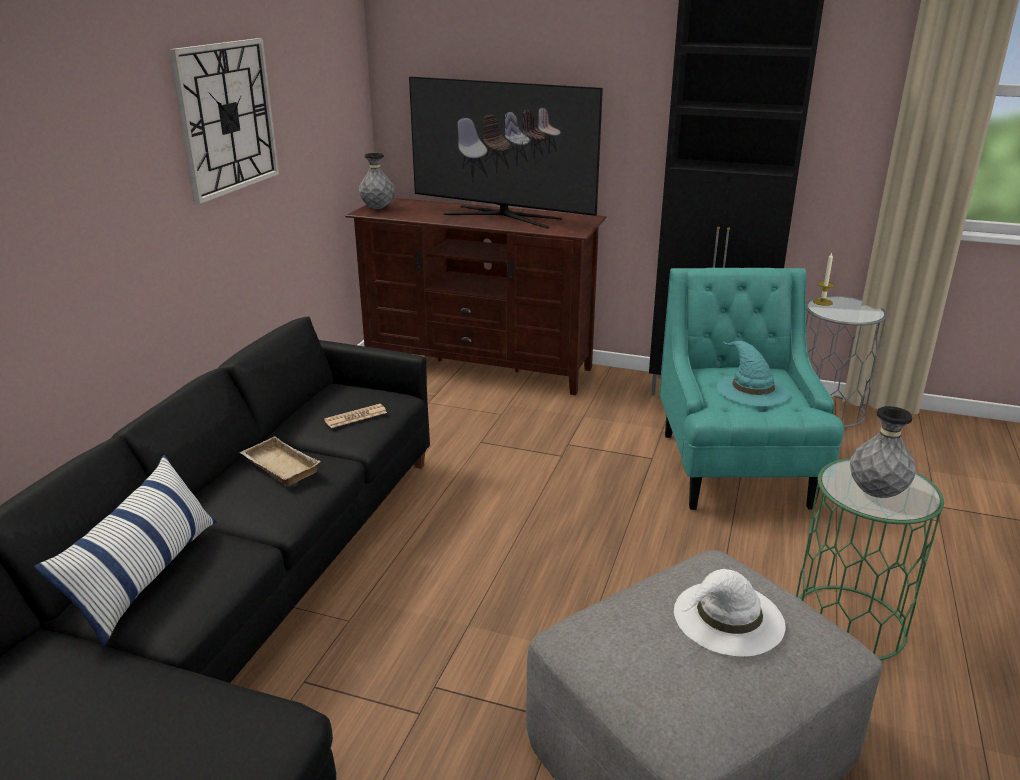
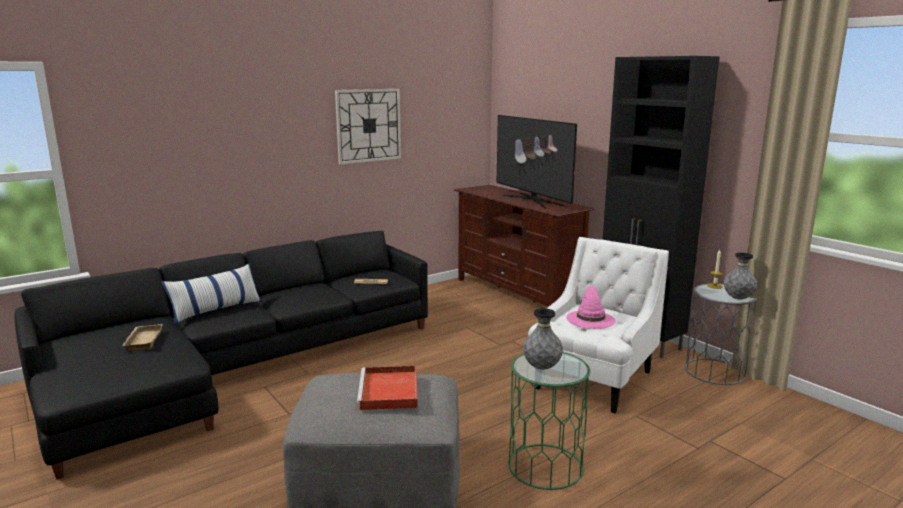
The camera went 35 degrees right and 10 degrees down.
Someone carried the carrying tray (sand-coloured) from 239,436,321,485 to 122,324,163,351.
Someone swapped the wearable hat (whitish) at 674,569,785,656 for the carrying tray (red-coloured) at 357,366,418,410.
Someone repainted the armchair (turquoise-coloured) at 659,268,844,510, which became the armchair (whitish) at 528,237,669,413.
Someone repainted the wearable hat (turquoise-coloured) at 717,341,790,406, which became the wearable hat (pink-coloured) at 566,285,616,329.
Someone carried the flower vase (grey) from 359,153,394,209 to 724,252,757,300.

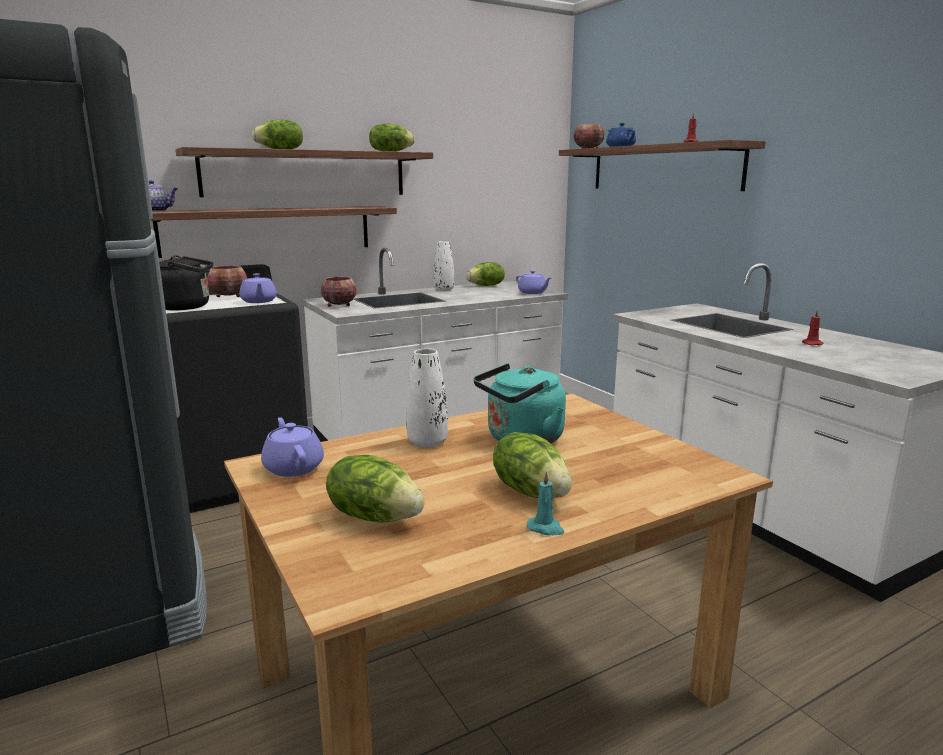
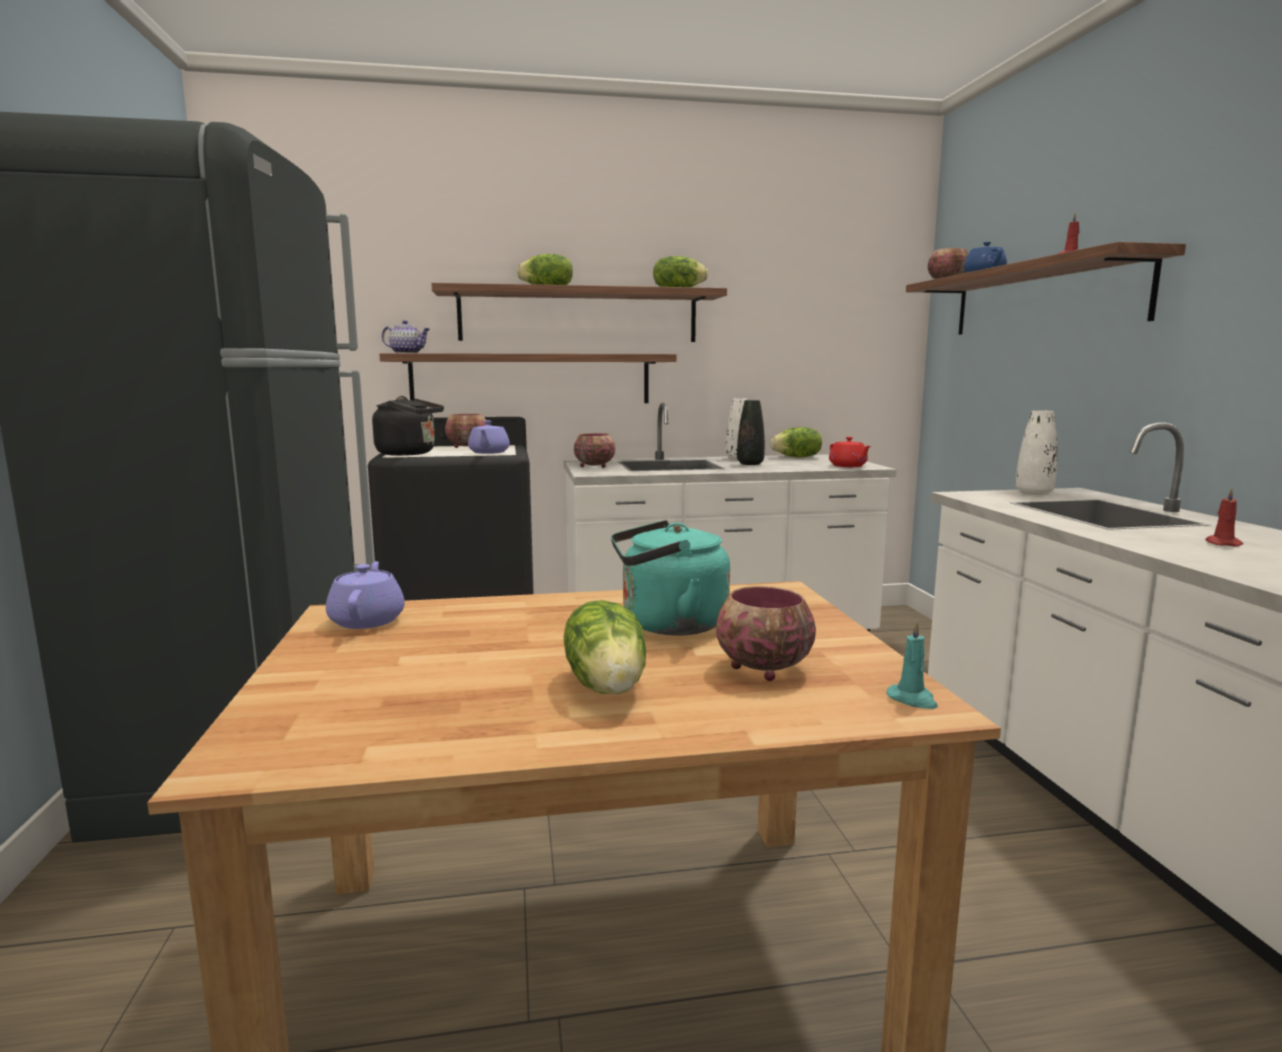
The camera went 20 degrees right and 5 degrees down.
Someone put down the serving bowl at 716,586,816,681.
Someone put down the flower vase (black-coloured) at 737,400,765,465.
Someone repainted the teapot (purple-coloured) at 516,270,551,294, which became the teapot (red-coloured) at 829,437,871,467.
Someone carried the candle (turquoise-coloured) from 527,471,564,535 to 887,620,938,709.
Someone carried the flower vase (whitish) from 406,349,448,448 to 1016,410,1057,495.
Someone took away the lettuce at 326,455,425,522.

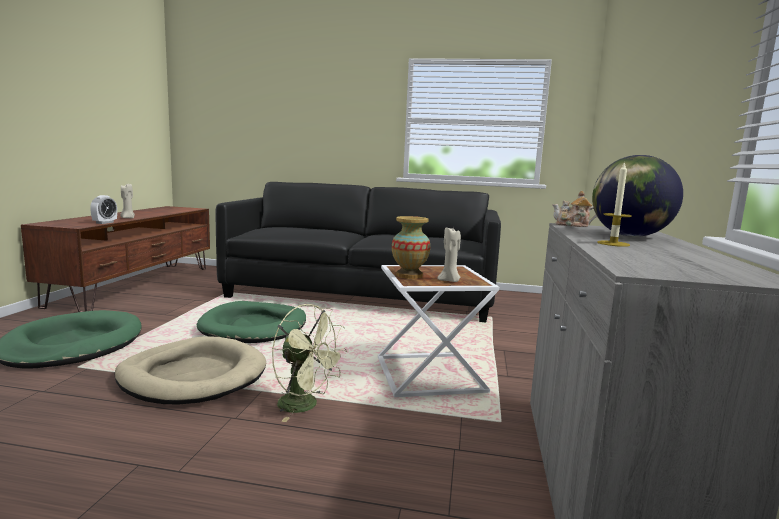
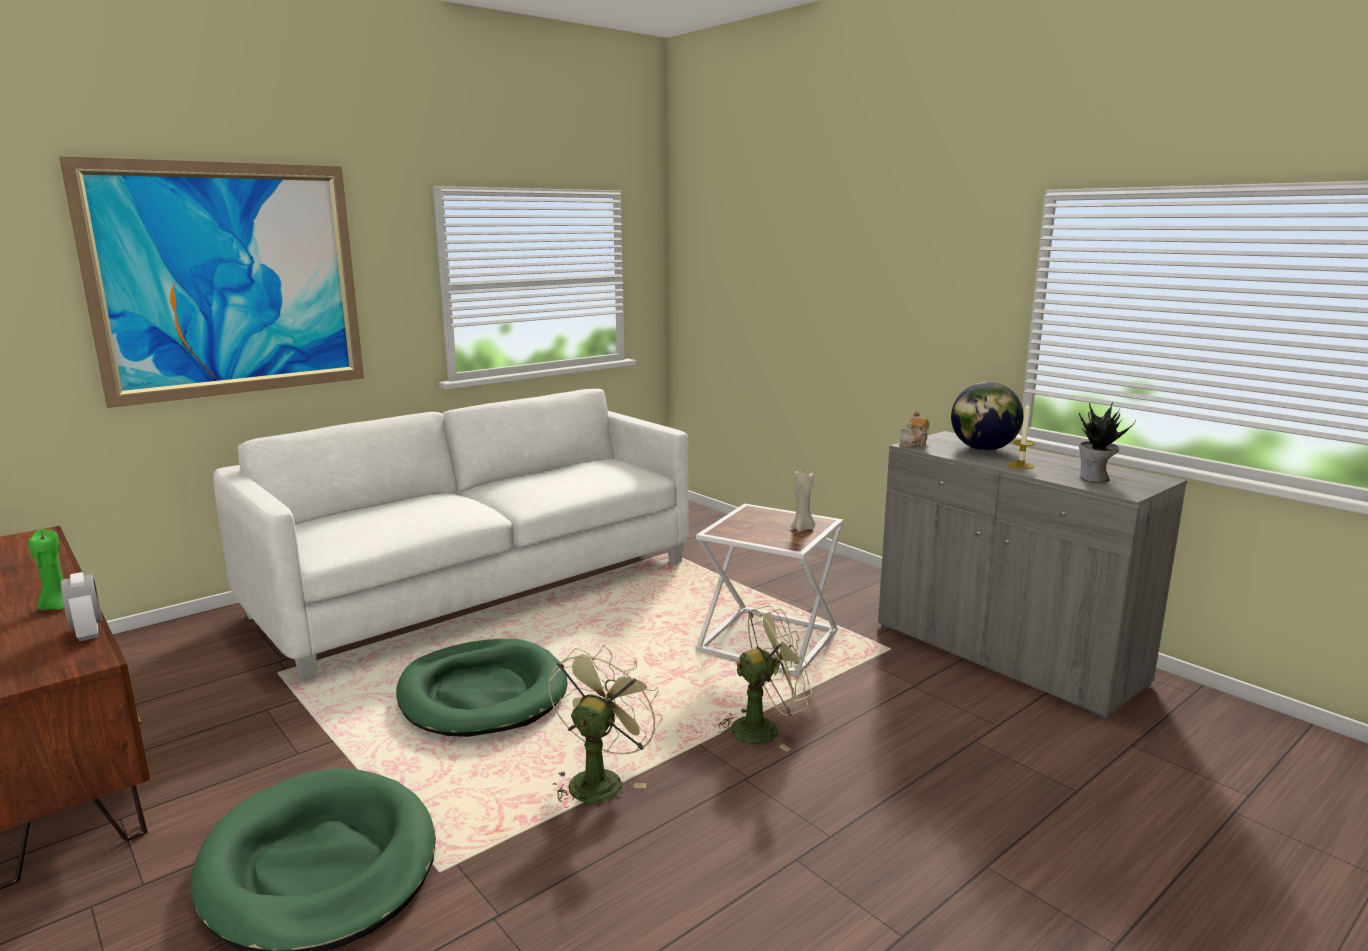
The camera went 50 degrees left and 5 degrees up.
Someone repainted the candle (sand-coloured) at 120,184,135,219, which became the candle (greenish) at 28,529,64,610.
Someone put up the picture at 59,156,364,408.
Someone repainted the sofa (black-coloured) at 216,182,501,322, which became the sofa (whitish) at 213,389,689,682.
Someone swapped the dog cushion (sand-coloured) at 114,336,266,405 for the fan (greenish) at 549,645,662,808.
Someone put down the potted plant at 1079,402,1136,482.
Someone took away the flower vase at 392,216,430,279.

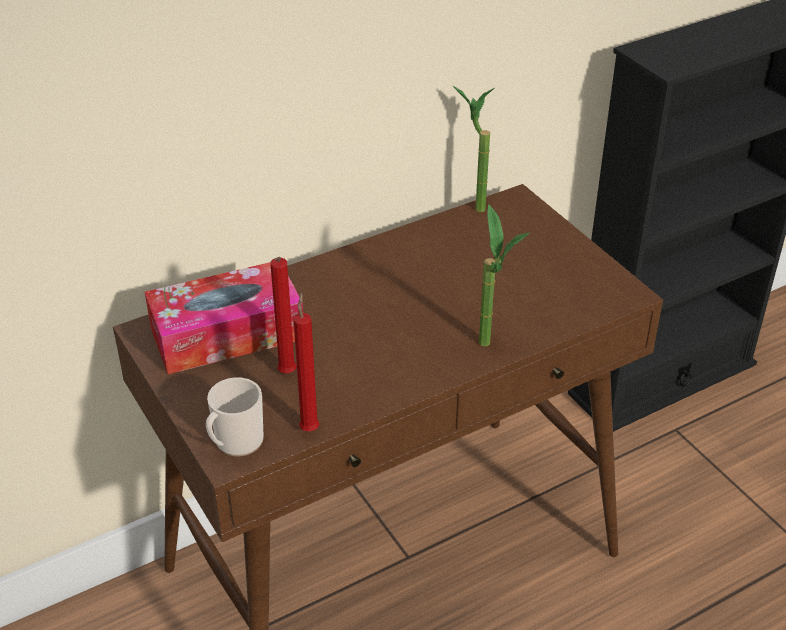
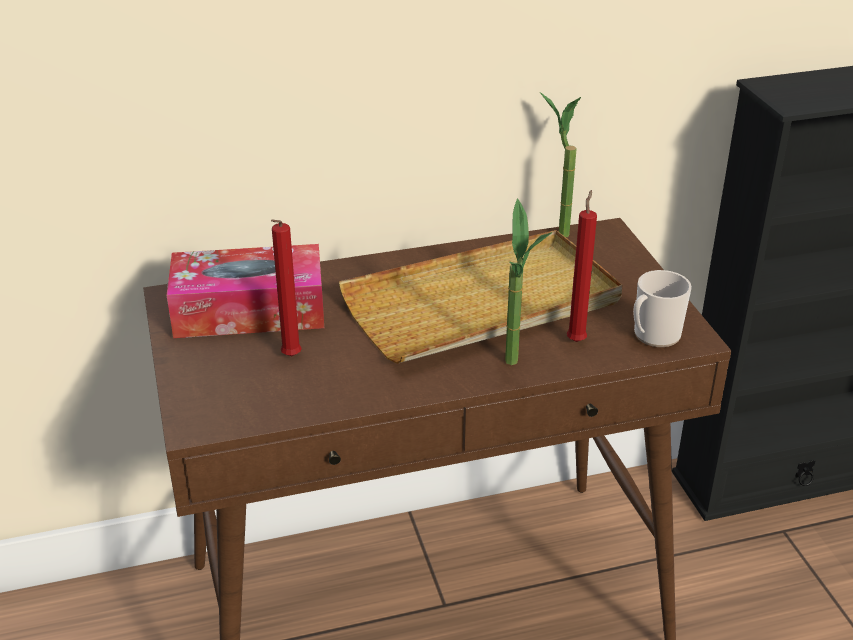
The camera went 15 degrees right and 5 degrees down.
Someone put down the carrying tray (sand-coloured) at 339,230,623,364.
Someone carried the candle (red-coloured) from 293,292,319,431 to 567,190,597,342.
Someone carried the coffee mug from 206,377,264,457 to 633,270,692,347.

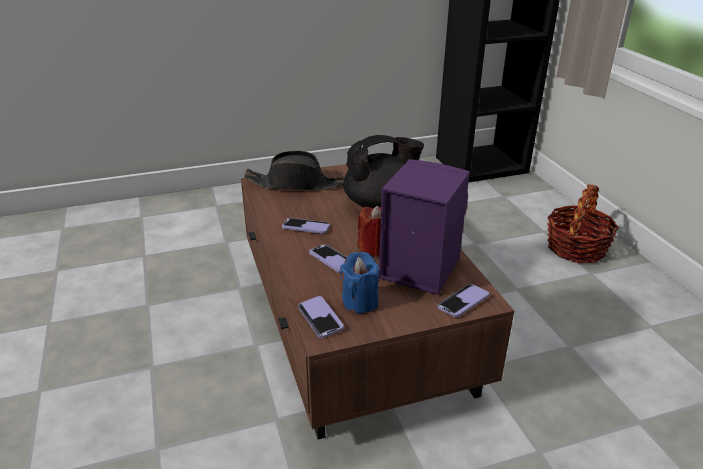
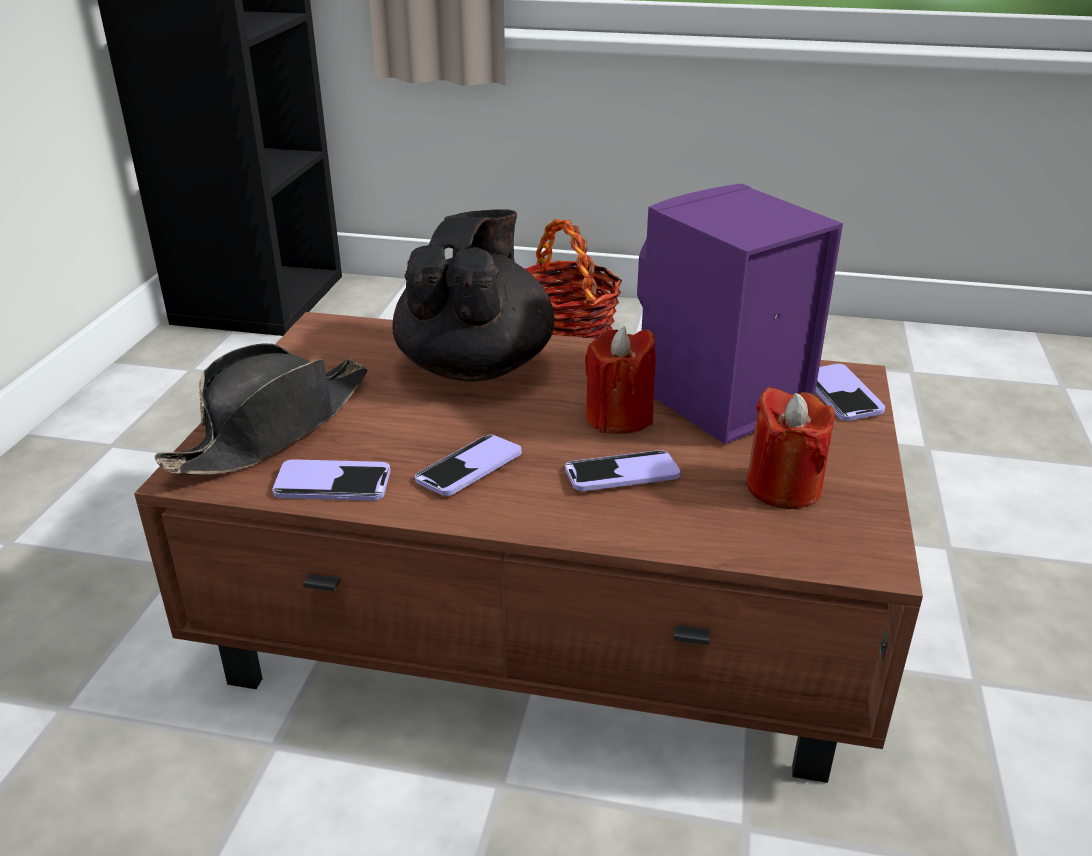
The camera went 60 degrees left and 0 degrees up.
Someone carried the telephone from 298,296,344,338 to 273,459,390,501.
Someone repainted the candle (bluish) at 340,252,379,313, which became the candle (red-coloured) at 746,387,834,509.

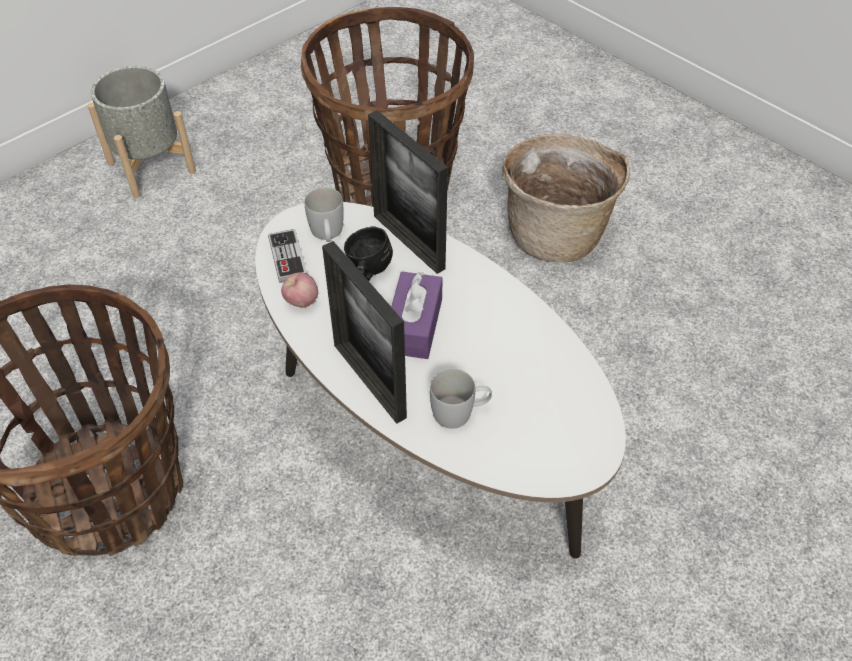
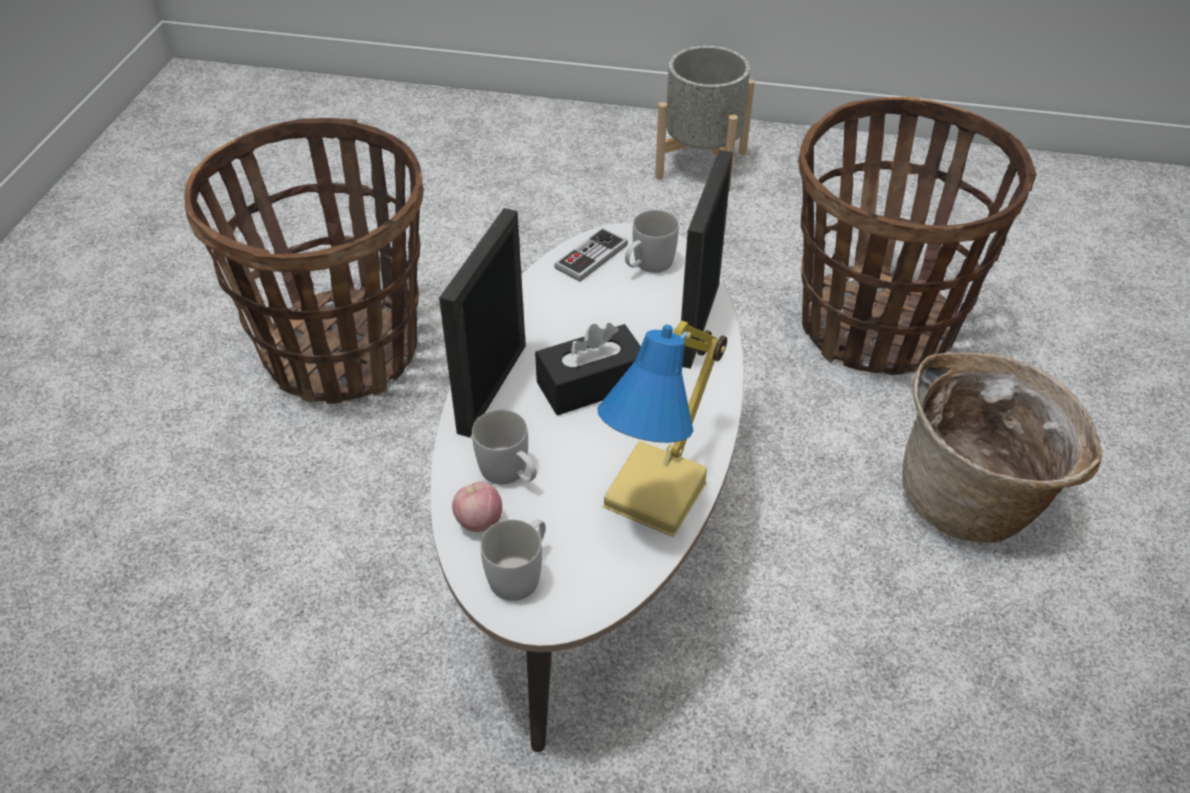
The camera went 55 degrees right and 5 degrees down.
Someone carried the whole apple from 281,273,318,307 to 452,482,502,532.
Someone put down the coffee mug (whitish) at 481,519,545,601.
Someone repainted the tissue holder (purple-coloured) at 391,272,443,359, which became the tissue holder (black-coloured) at 535,323,641,415.
Someone put down the tabletop lamp at 598,321,727,537.
Someone took away the coffee mug (black-coloured) at 344,226,393,281.

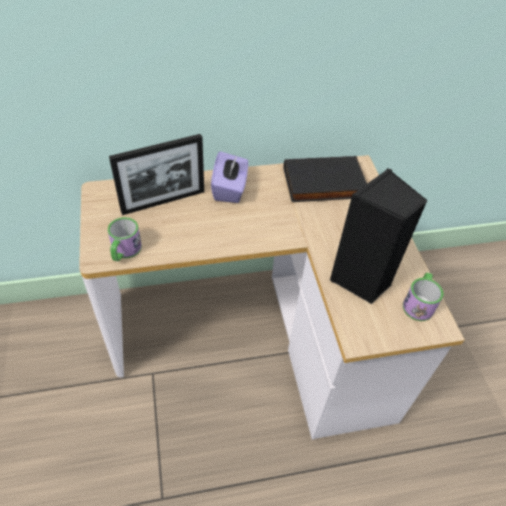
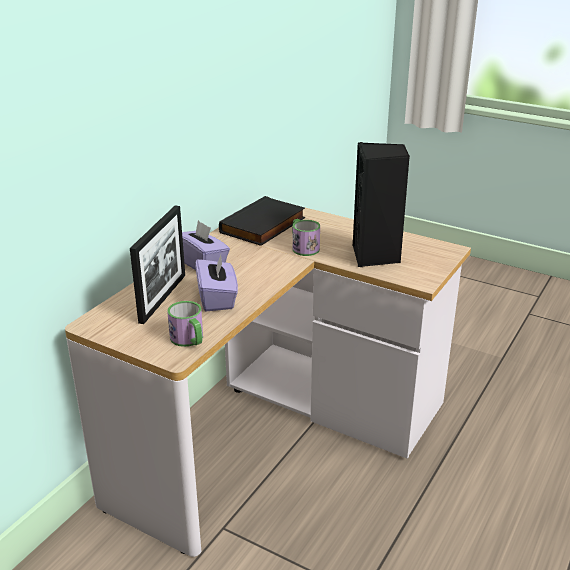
The camera went 45 degrees left and 20 degrees down.
Someone put down the tissue holder (purple-coloured) at 195,255,238,311.
Someone carried the coffee mug from 403,273,443,321 to 292,219,320,256.

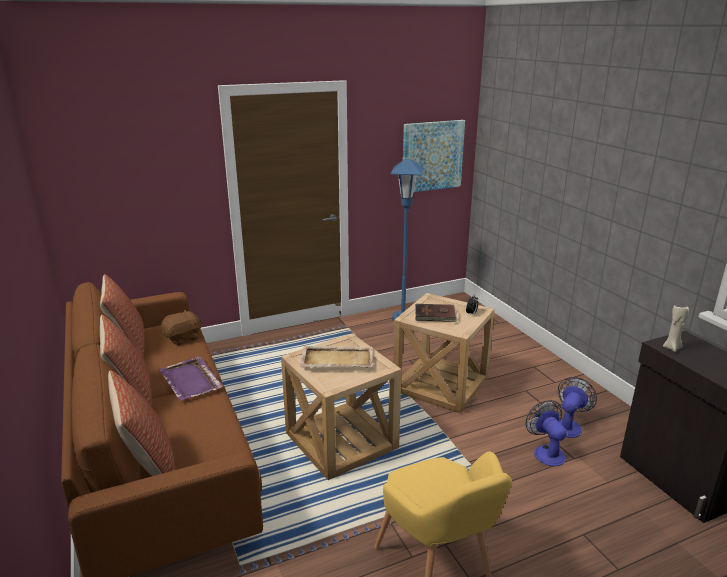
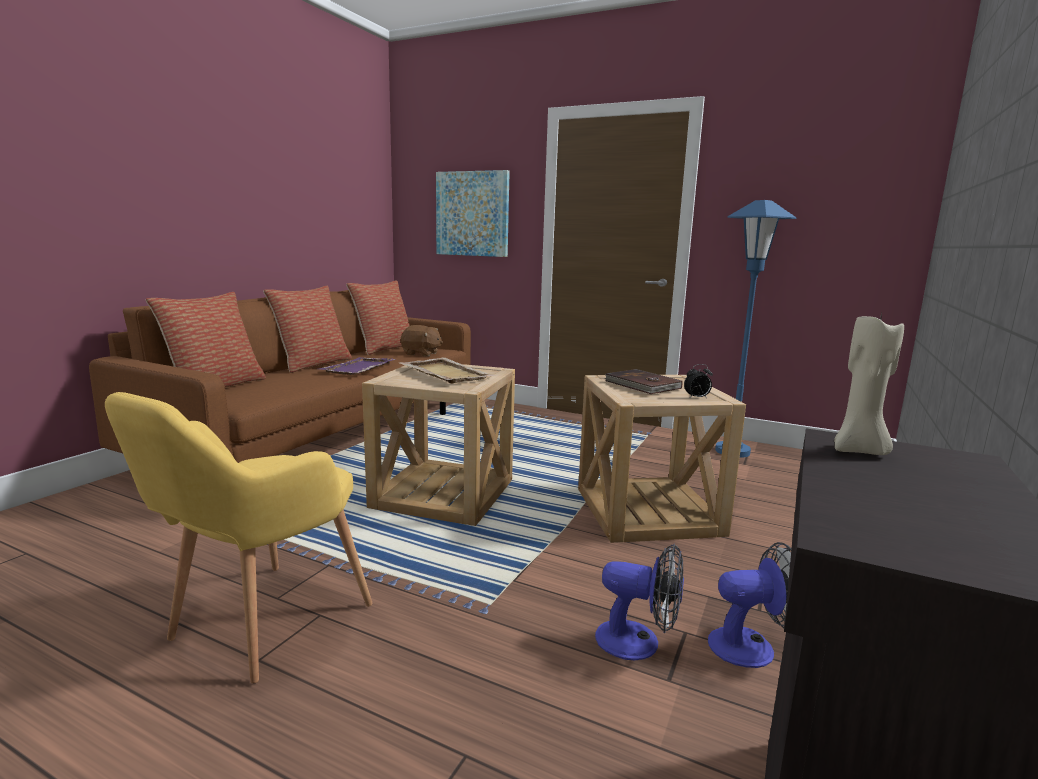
The camera went 50 degrees right and 10 degrees down.
Someone carried the picture from 403,120,465,192 to 436,170,510,257.
Someone rotated the fan at 526,400,567,466 by 75 degrees clockwise.

